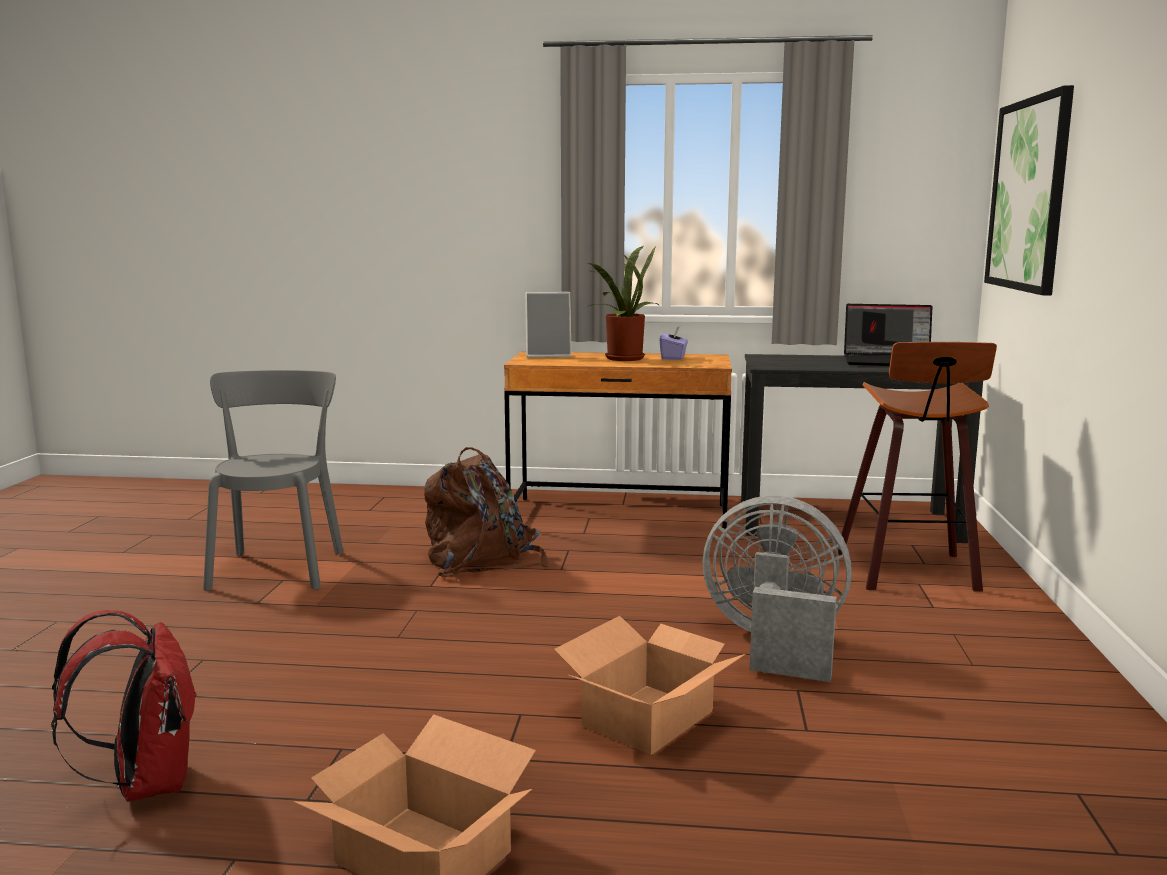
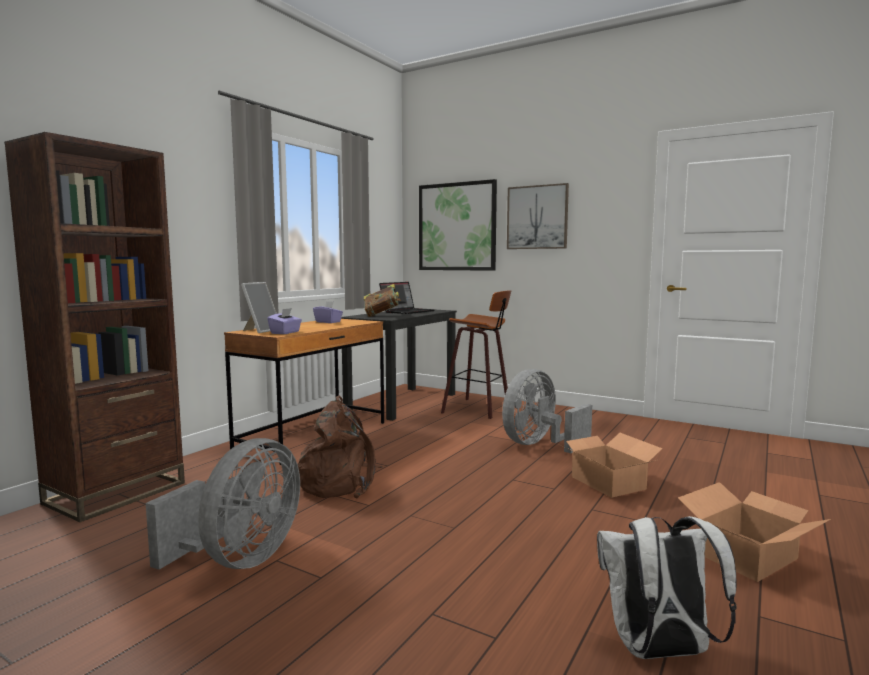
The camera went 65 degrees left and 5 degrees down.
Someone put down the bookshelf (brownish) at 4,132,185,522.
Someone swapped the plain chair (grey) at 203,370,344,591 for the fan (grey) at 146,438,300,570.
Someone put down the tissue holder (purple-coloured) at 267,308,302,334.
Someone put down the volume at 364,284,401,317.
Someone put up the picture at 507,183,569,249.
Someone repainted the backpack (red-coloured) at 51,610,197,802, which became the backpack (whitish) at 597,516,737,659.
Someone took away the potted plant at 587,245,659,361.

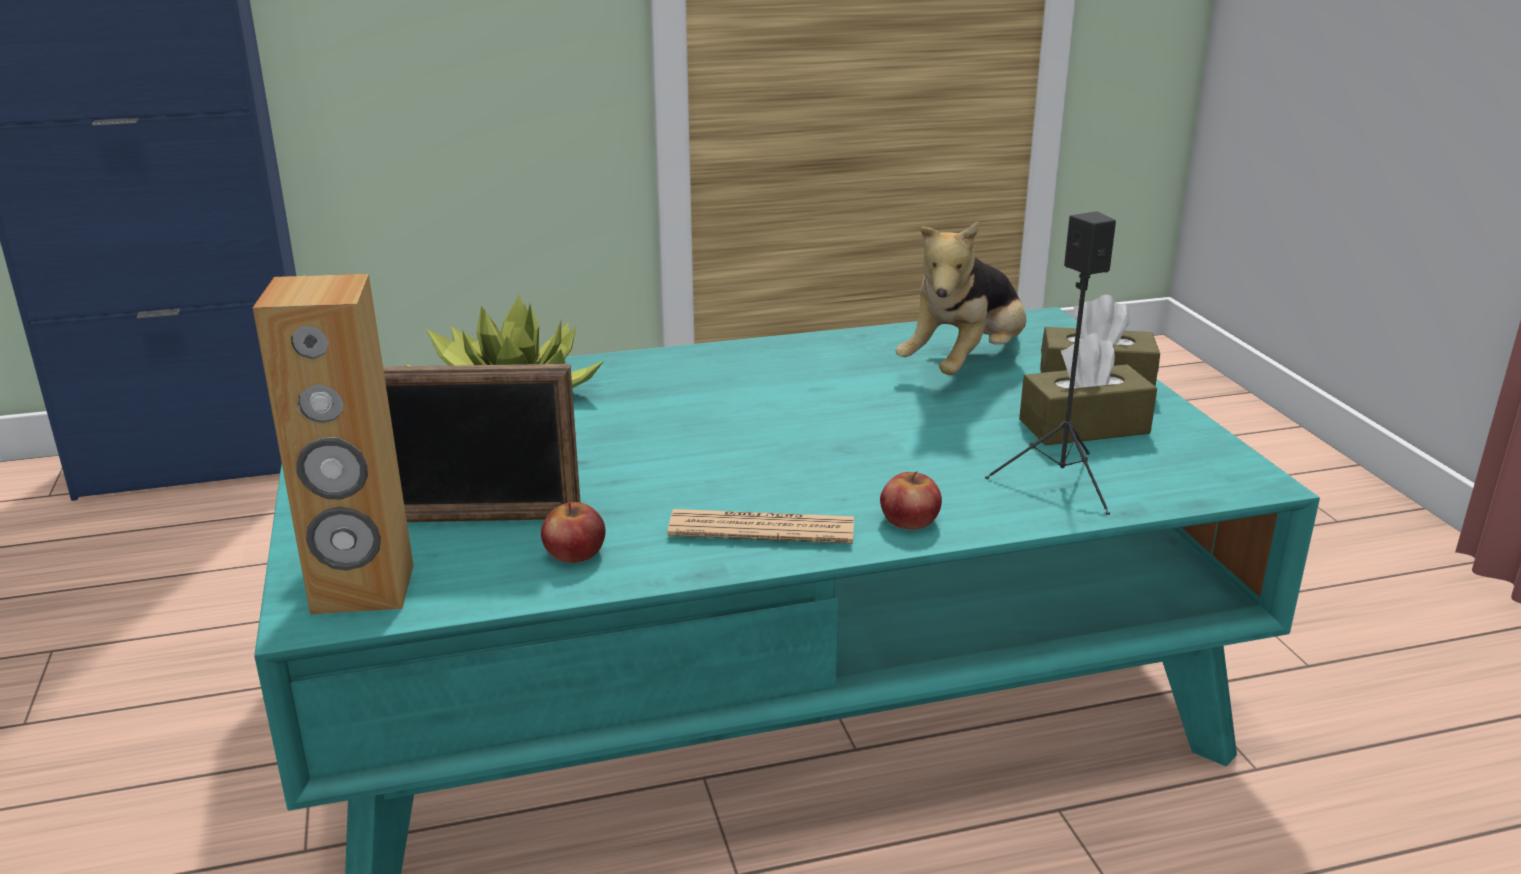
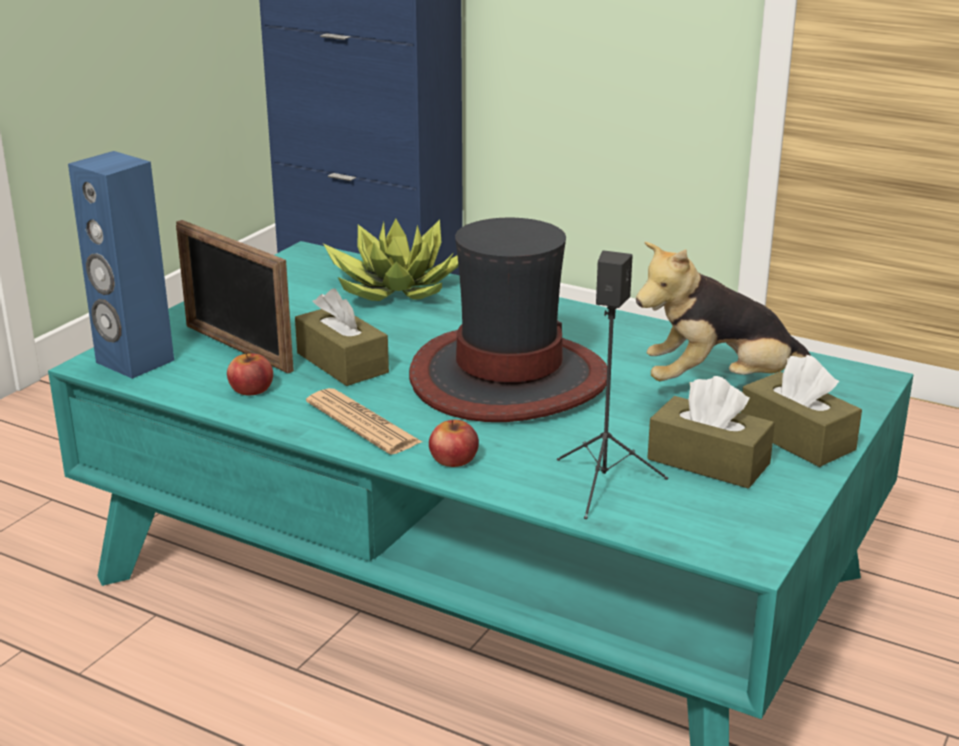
The camera went 45 degrees right and 0 degrees up.
Someone repainted the speaker (brownish) at 253,274,413,614, which became the speaker (bluish) at 68,151,174,379.
Someone put down the tissue holder (brownish) at 295,289,389,386.
Someone put down the wearable hat at 409,218,607,422.

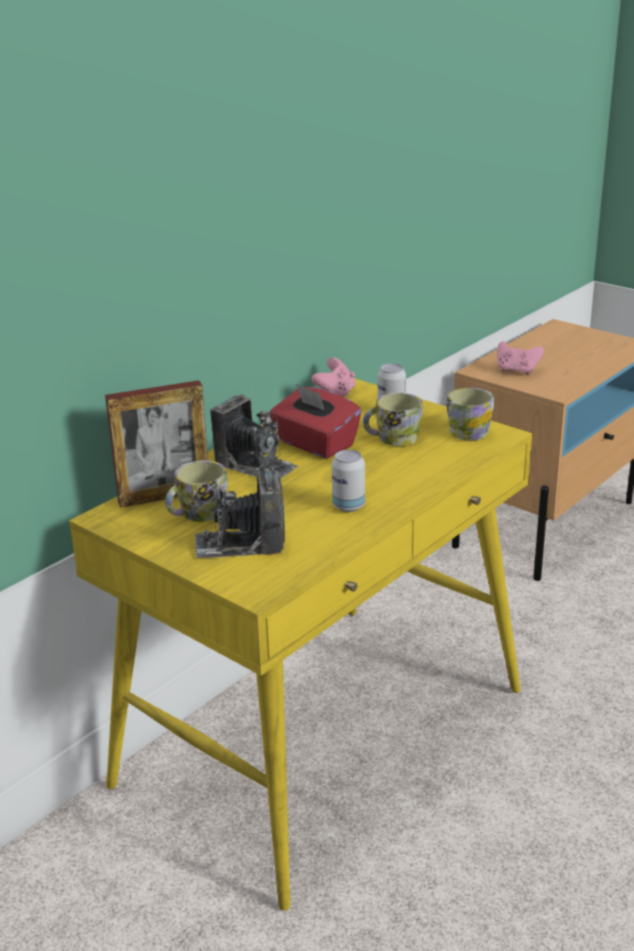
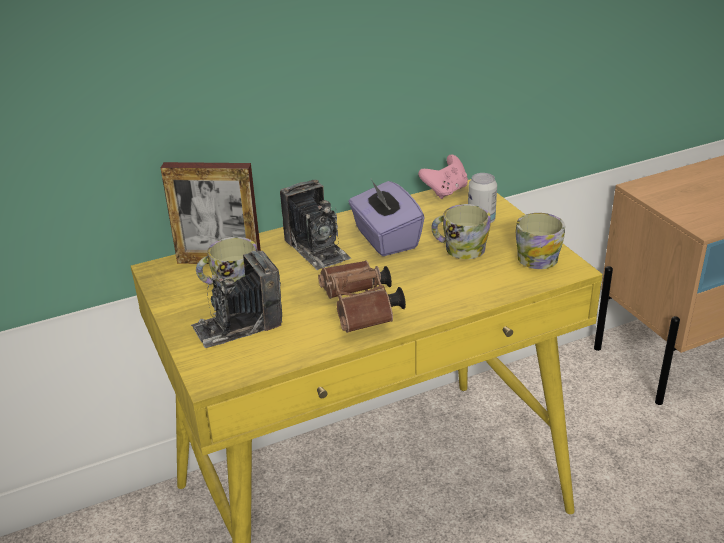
The camera went 25 degrees right and 5 degrees up.
Someone rotated the photo camera at 194,468,285,558 by 45 degrees counterclockwise.
Someone swapped the sealed can at 332,450,365,512 for the pair of binoculars (brownish) at 318,260,406,333.
Someone repainted the tissue holder (red-coloured) at 270,383,362,459, which became the tissue holder (purple-coloured) at 348,179,425,256.
Someone took away the game controller (pink-coloured) at 497,341,544,375.

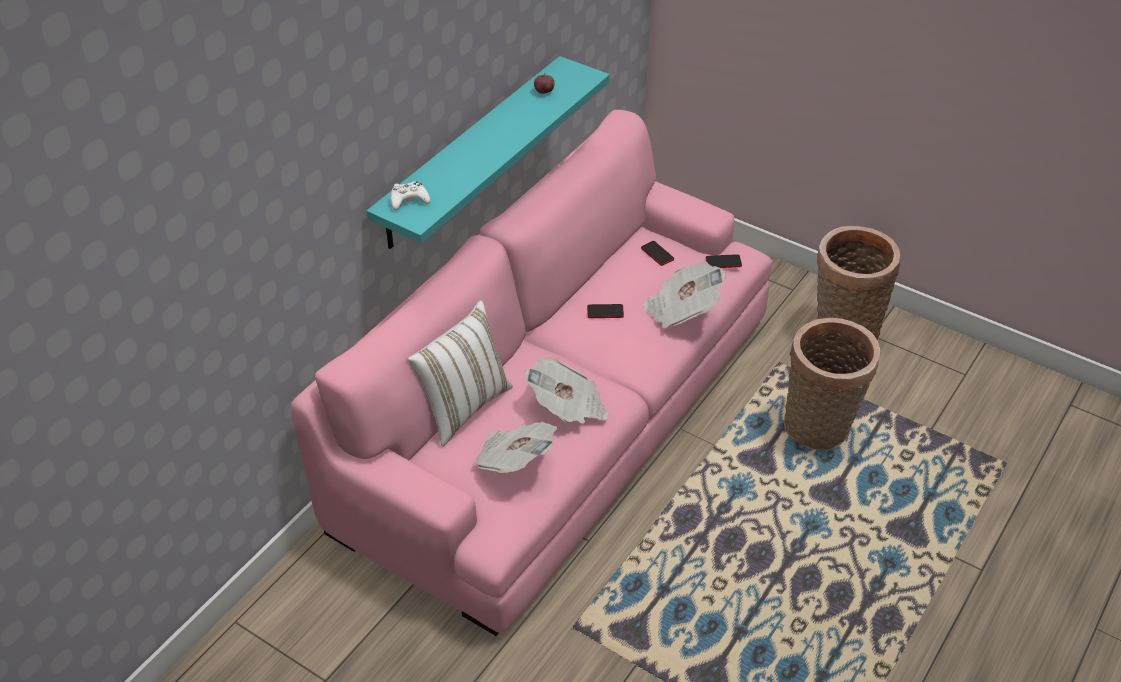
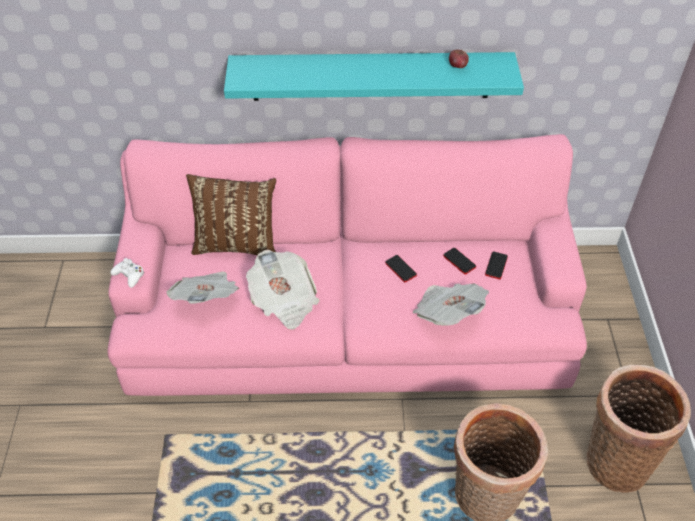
The camera went 55 degrees right and 5 degrees up.
Someone carried the game controller (whitish) from 391,181,431,210 to 111,258,144,288.
Someone repainted the pillow (whitish) at 408,301,513,447, which became the pillow (brownish) at 186,174,276,255.
Someone carried the telephone from 706,254,742,268 to 443,248,476,274.

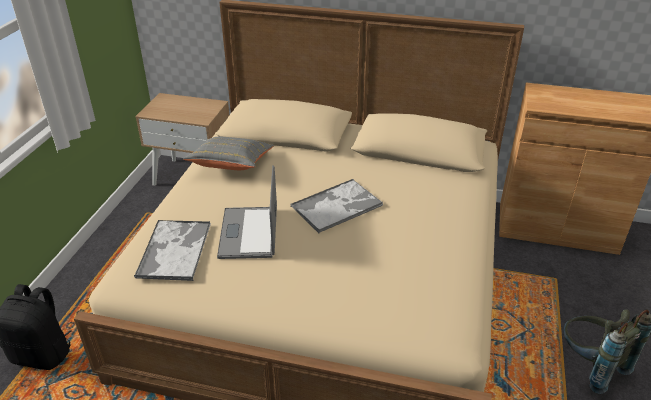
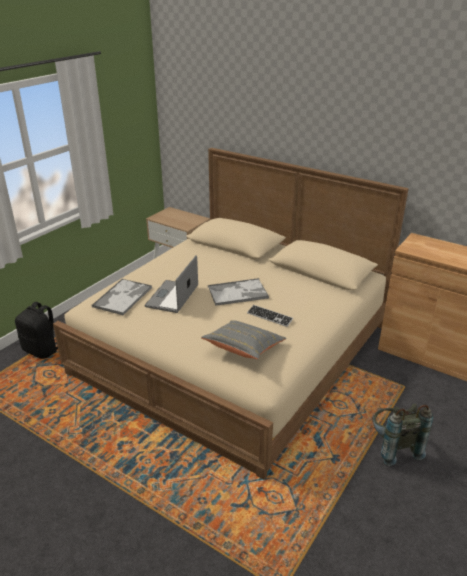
The camera went 20 degrees right and 5 degrees down.
Someone carried the pillow (grey) from 183,137,274,170 to 201,320,286,359.
Someone put down the PC keyboard at 247,305,293,327.

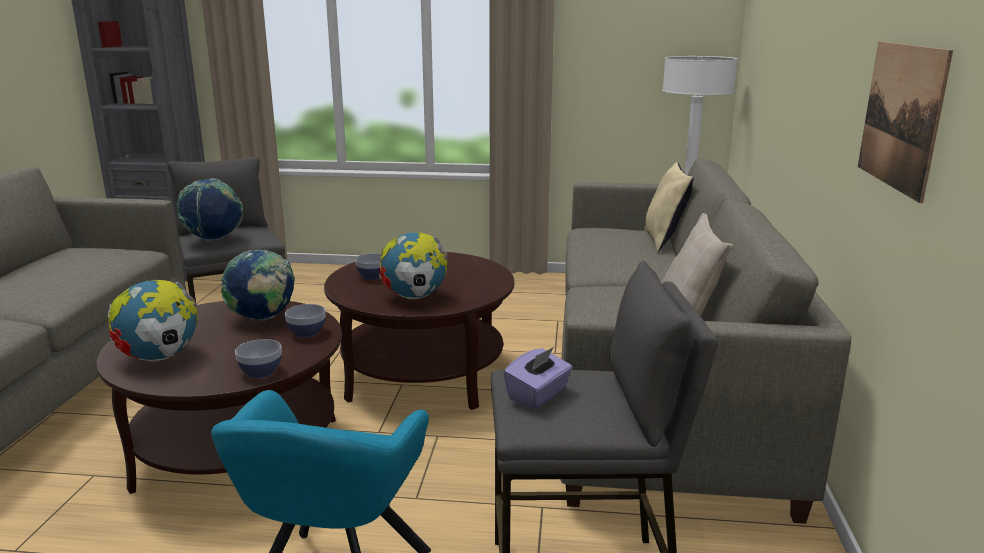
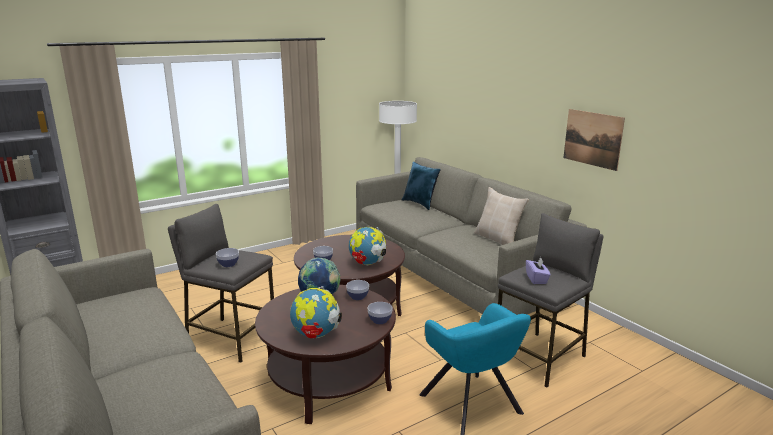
The camera went 40 degrees left and 0 degrees up.
Someone swapped the globe at 177,178,243,241 for the serving bowl at 216,248,239,267.
Someone repainted the pillow (sand-coloured) at 644,162,694,252, which became the pillow (bluish) at 402,162,441,210.

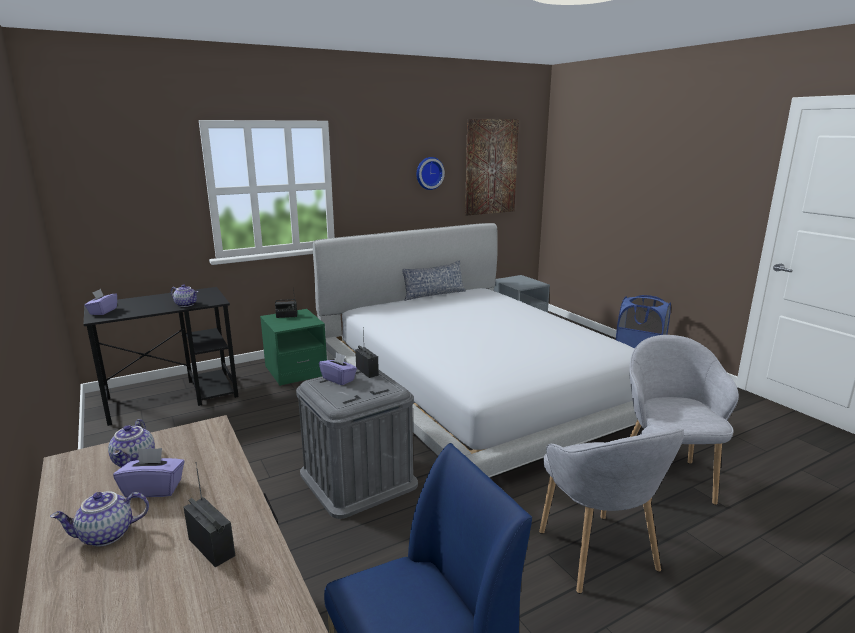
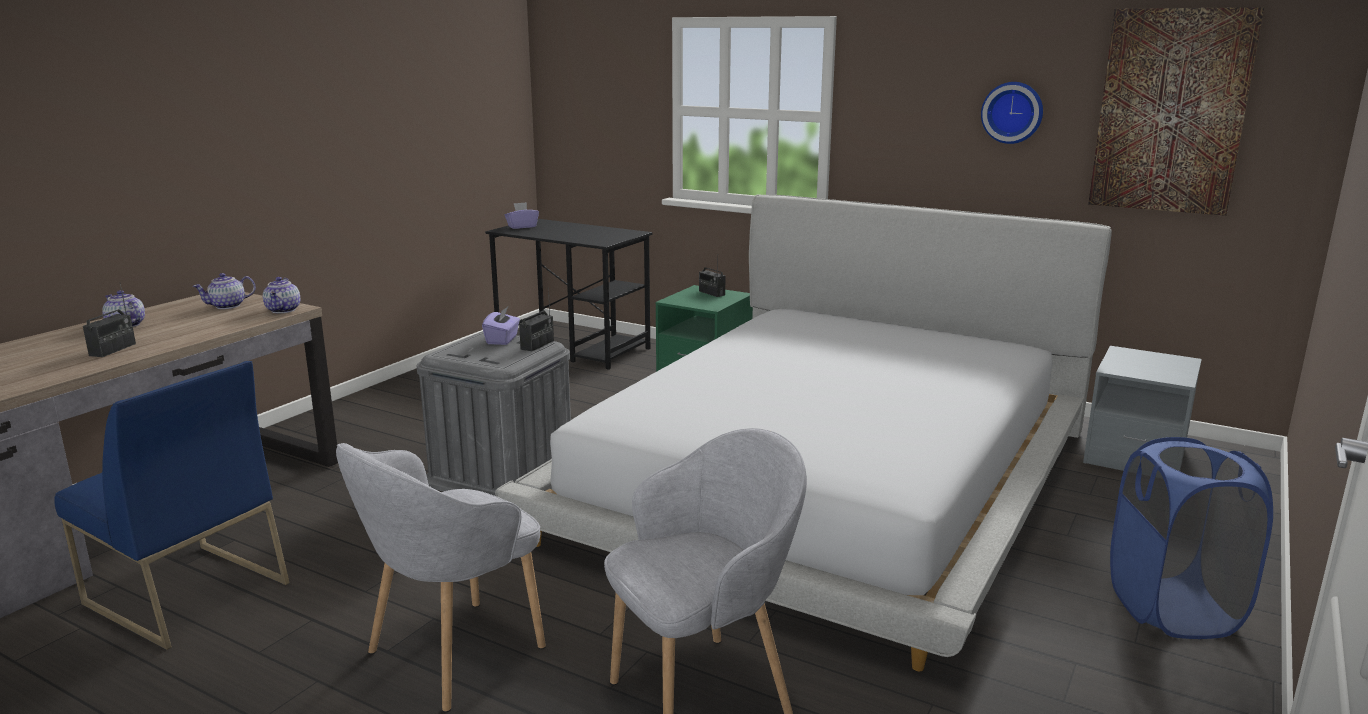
The camera went 60 degrees right and 0 degrees up.
Someone carried the teapot from 171,284,198,307 to 263,277,300,313.
Someone took away the tissue holder (purple-coloured) at 113,448,185,498.
Someone took away the pillow at 402,260,466,301.

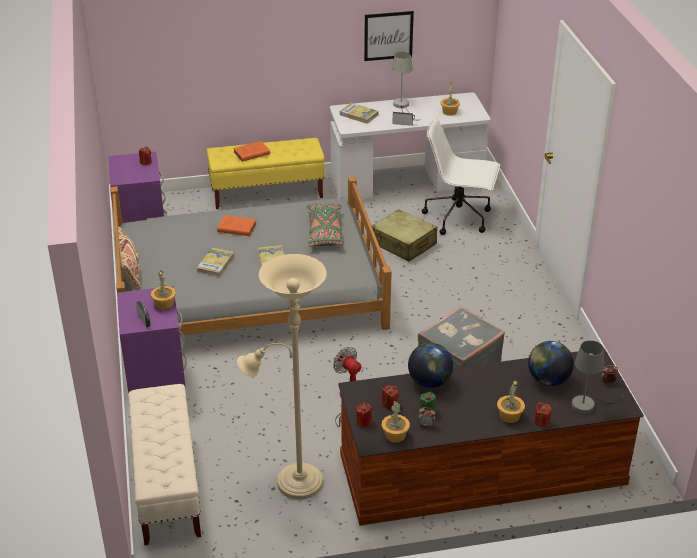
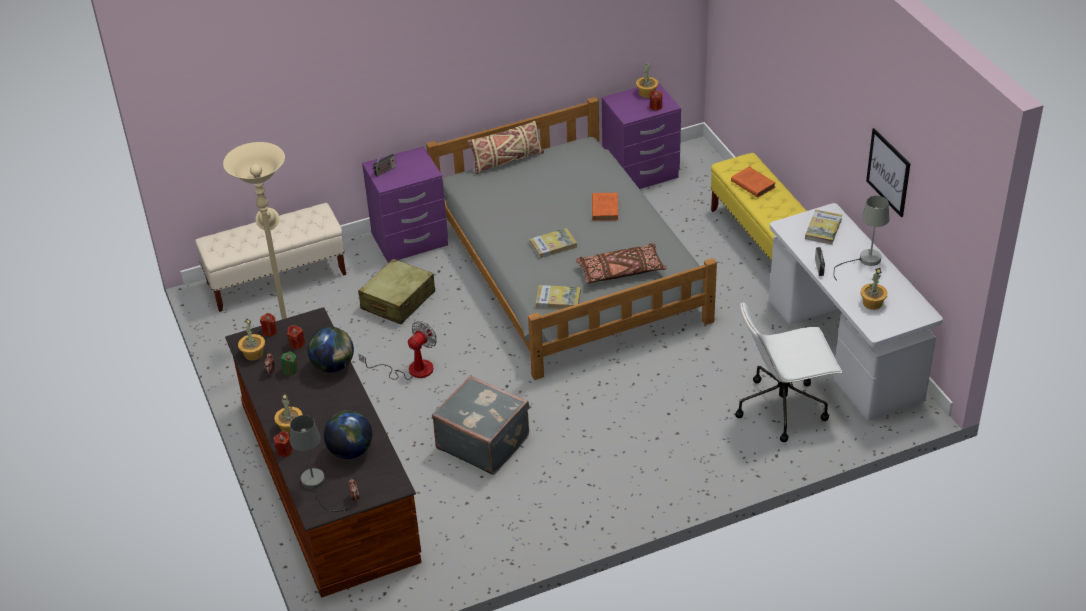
The camera went 80 degrees right and 5 degrees up.
Someone carried the piece of luggage (sand-coloured) from 372,209,437,262 to 358,259,435,324.
Someone carried the volume from 197,248,234,277 to 536,285,581,309.
Someone repainted the pillow (greenish) at 307,204,343,247, which became the pillow (brownish) at 575,244,667,284.
Someone carried the potted plant from 151,270,176,309 to 636,62,658,98.
Someone rotated the computer chair (whitish) at 422,118,500,235 by 105 degrees counterclockwise.

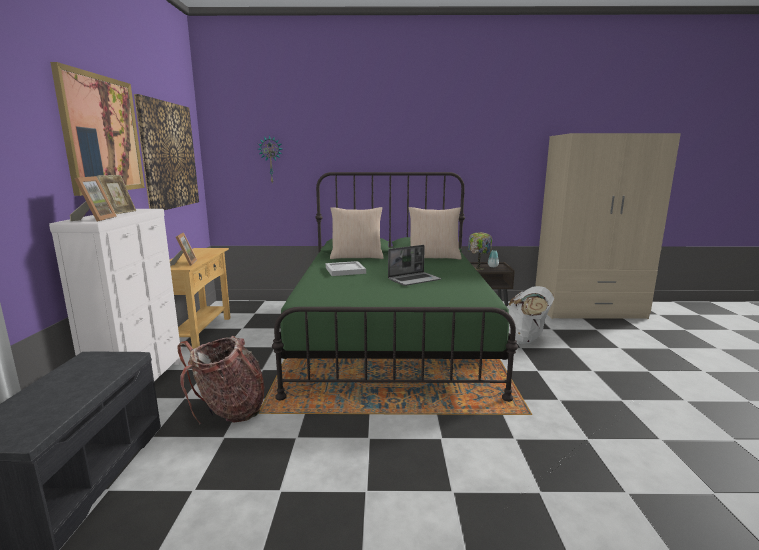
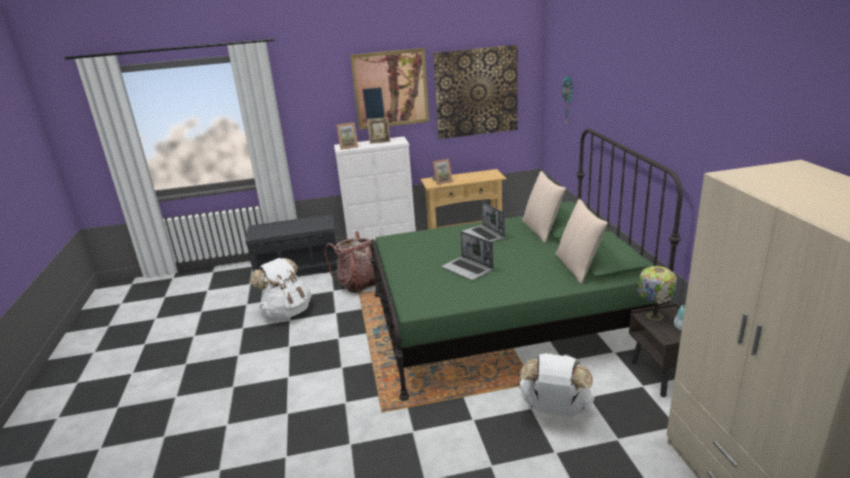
The camera went 80 degrees right and 10 degrees up.
Someone put down the backpack (whitish) at 250,258,312,319.
Someone swapped the carrying tray (whitish) at 326,261,366,276 for the notebook computer at 462,202,505,242.

